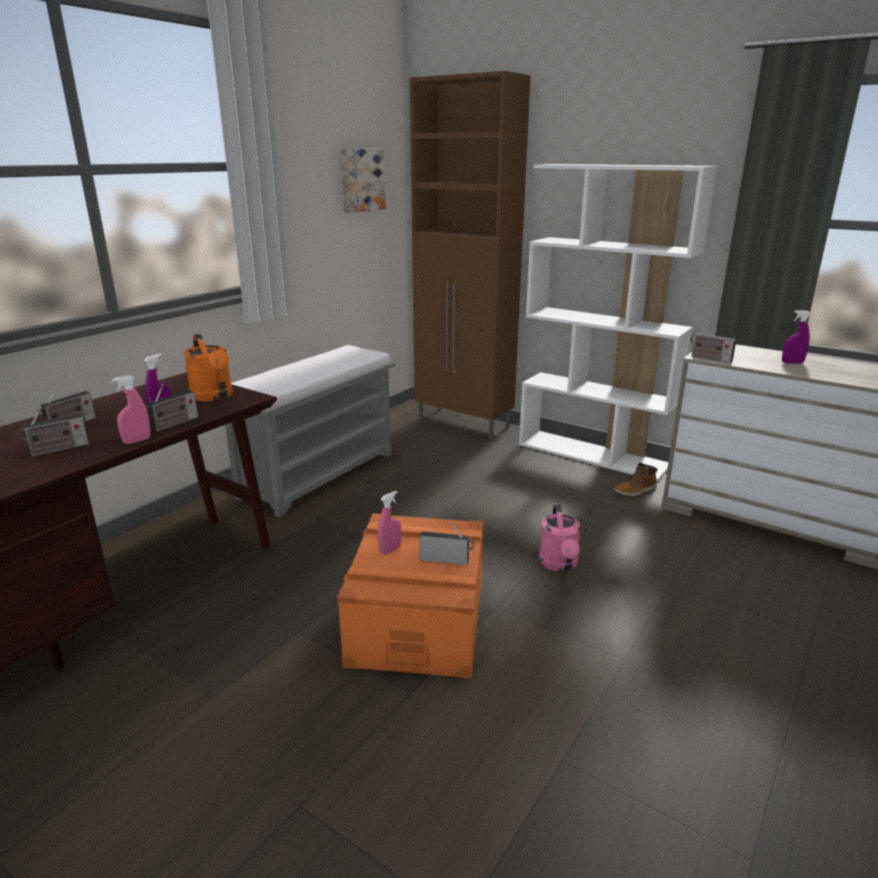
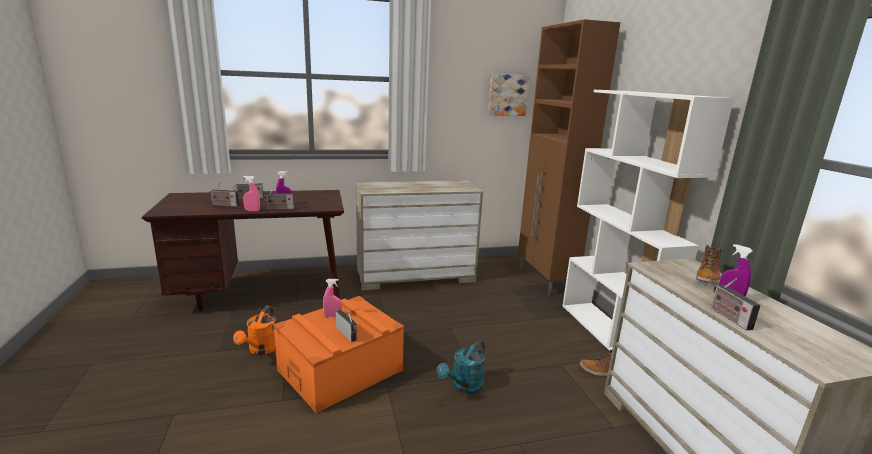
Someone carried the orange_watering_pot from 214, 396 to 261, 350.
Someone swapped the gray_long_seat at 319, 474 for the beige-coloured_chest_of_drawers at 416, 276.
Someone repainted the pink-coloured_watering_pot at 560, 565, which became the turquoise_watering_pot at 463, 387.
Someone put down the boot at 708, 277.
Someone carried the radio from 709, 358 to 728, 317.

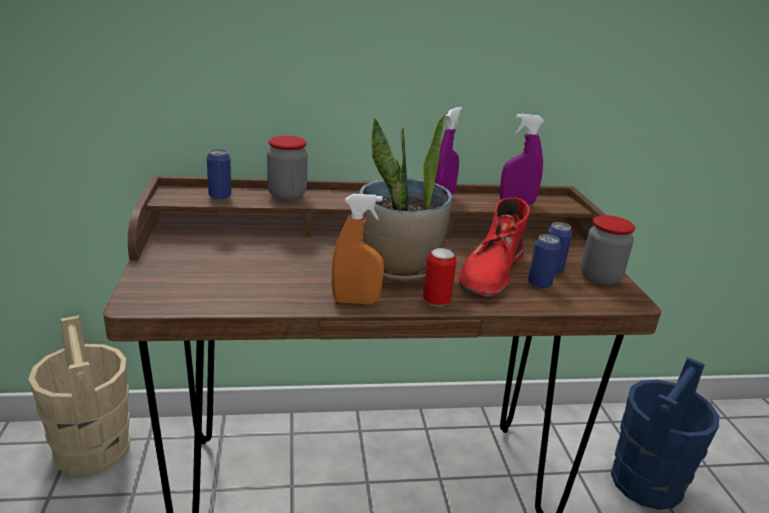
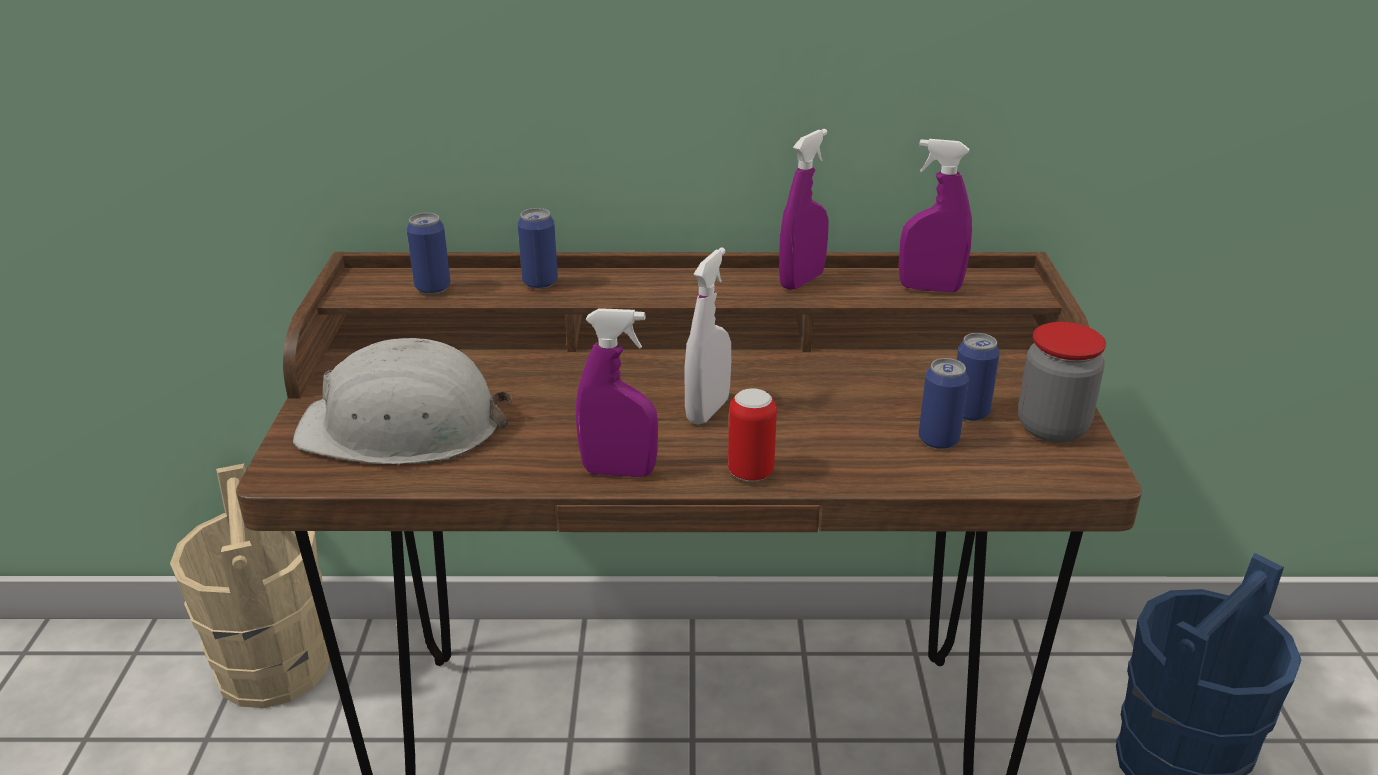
Someone put down the white-coloured_work_helmet at 403, 428.
Someone swapped the preserve_jar at 287, 195 for the sealed_can at 540, 282.
Someone repainted the orange_sprayer at 355, 301, which became the purple_sprayer at 619, 472.
Someone swapped the houseplant at 400, 268 for the white-coloured_sprayer at 707, 410.
Someone took away the red-coloured_boot at 491, 271.

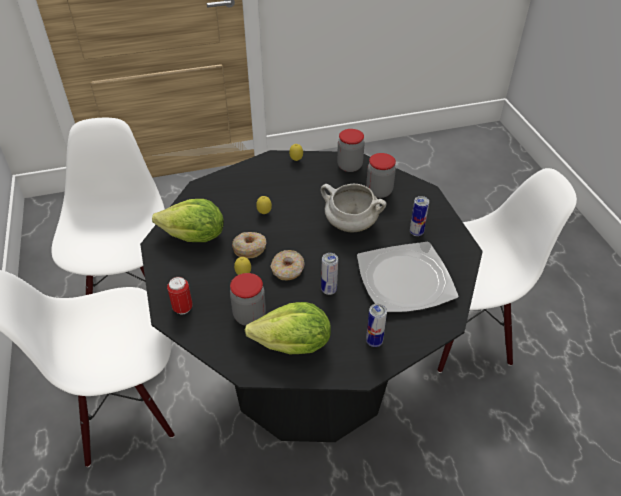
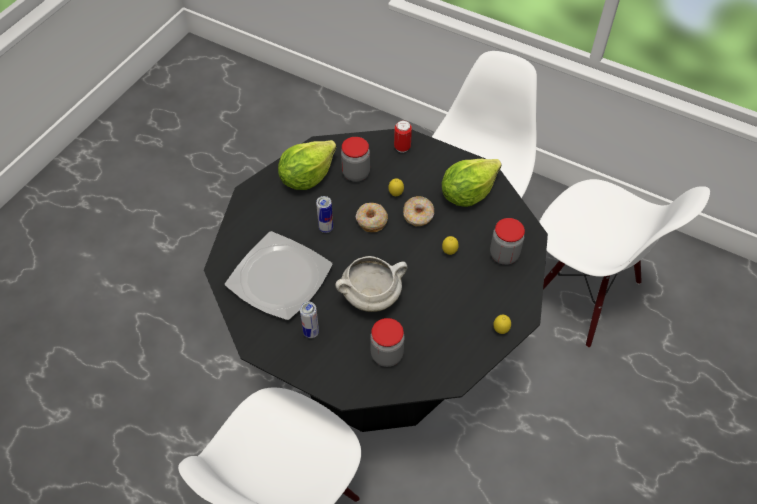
Someone carried the preserve_jar from 349, 166 to 504, 255.
Someone took away the sealed_can at 374, 341.

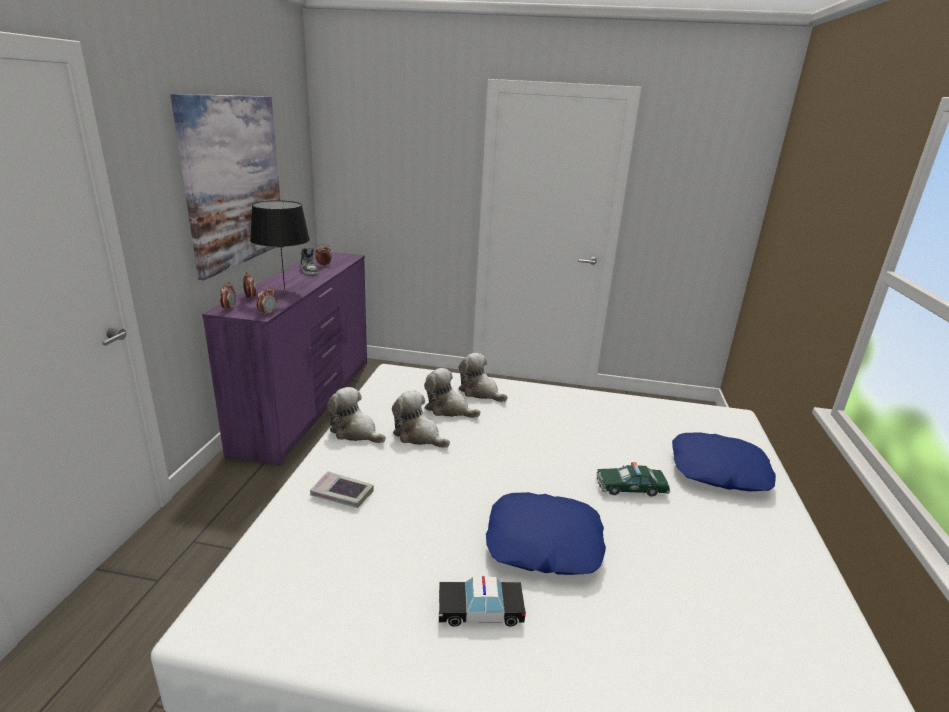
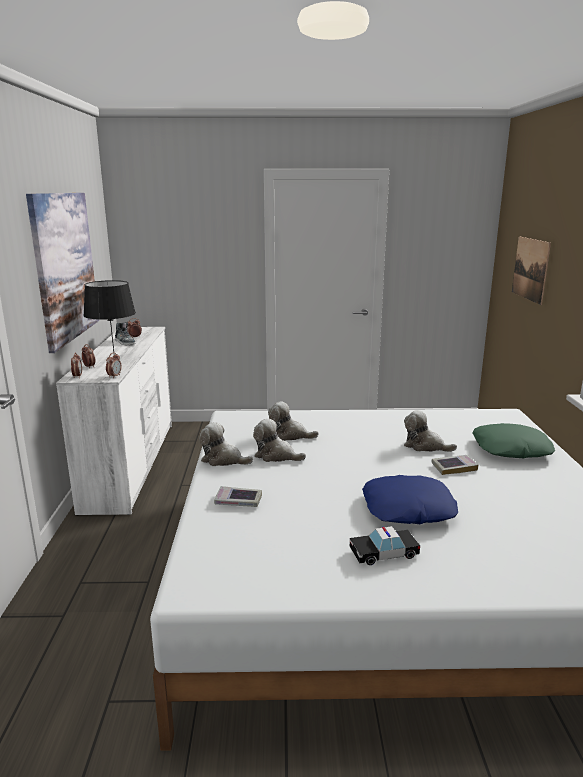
Someone repainted the purple_chest_of_drawers at 308, 403, which became the white-coloured_chest_of_drawers at 132, 464.
Someone carried the plush_toy from 480, 392 to 425, 446.
Someone swapped the miniature_car at 631, 488 for the book at 454, 467.
Someone repainted the blue-coloured_cushion at 718, 471, which became the green-coloured_cushion at 511, 449.
Someone put up the picture at 530, 269.

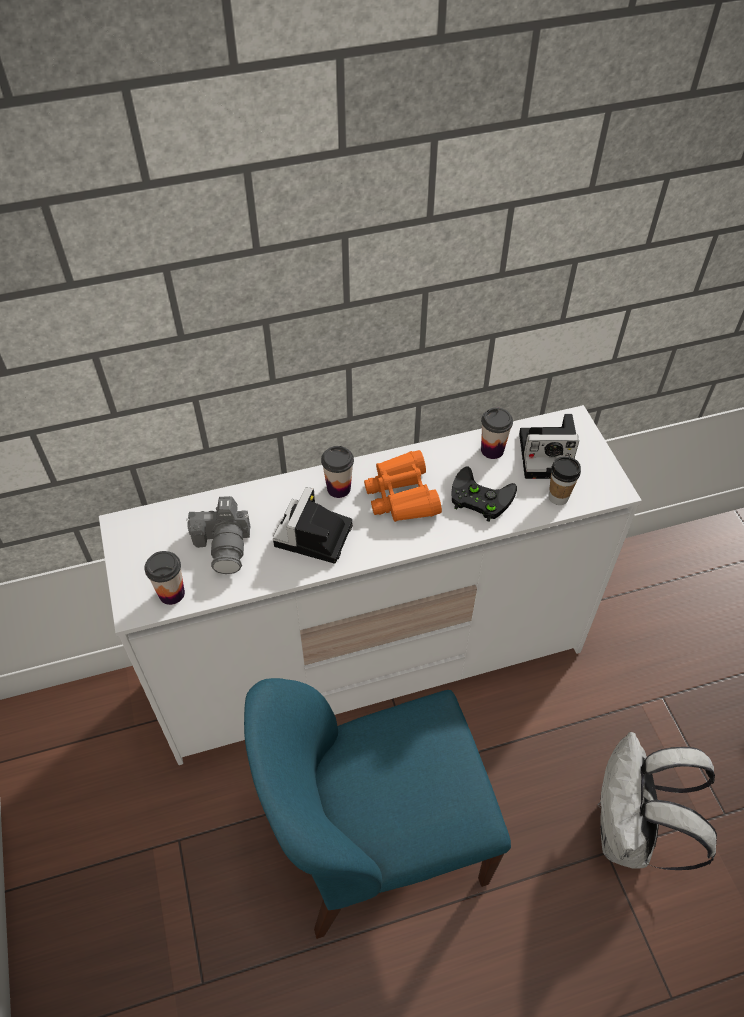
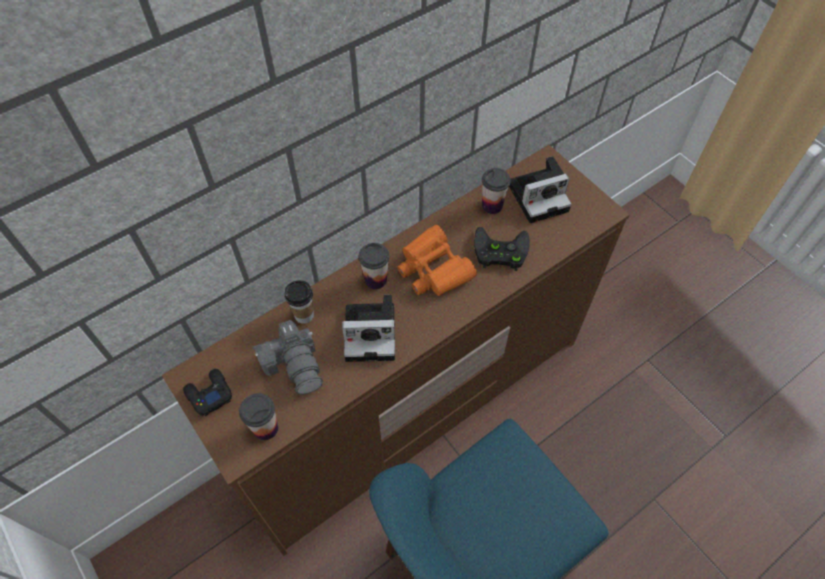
Someone repainted the white-coloured_chest_of_drawers at 373, 660, which became the brownish_chest_of_drawers at 413, 406.
Someone put down the black_joypad at 209, 394.
Someone carried the cup from 558, 497 to 304, 315.
Someone rotated the photo_camera at 313, 537 by 90 degrees counterclockwise.
Someone took away the white-coloured_backpack at 629, 833.

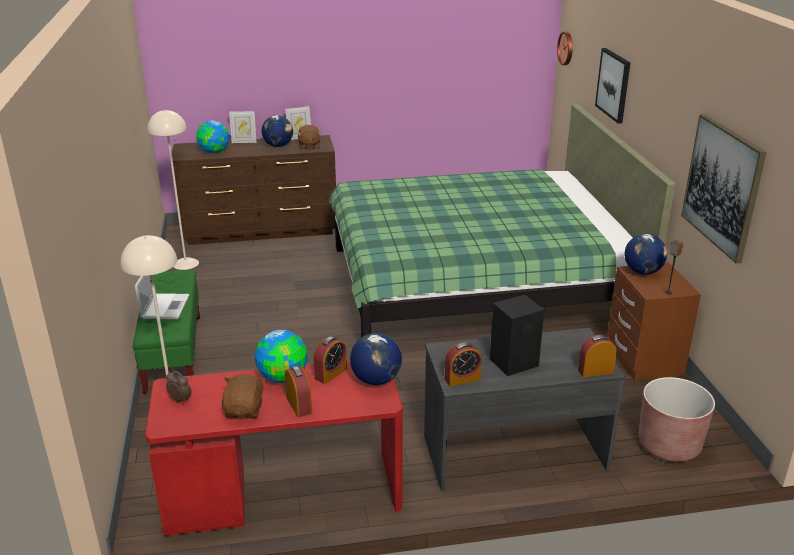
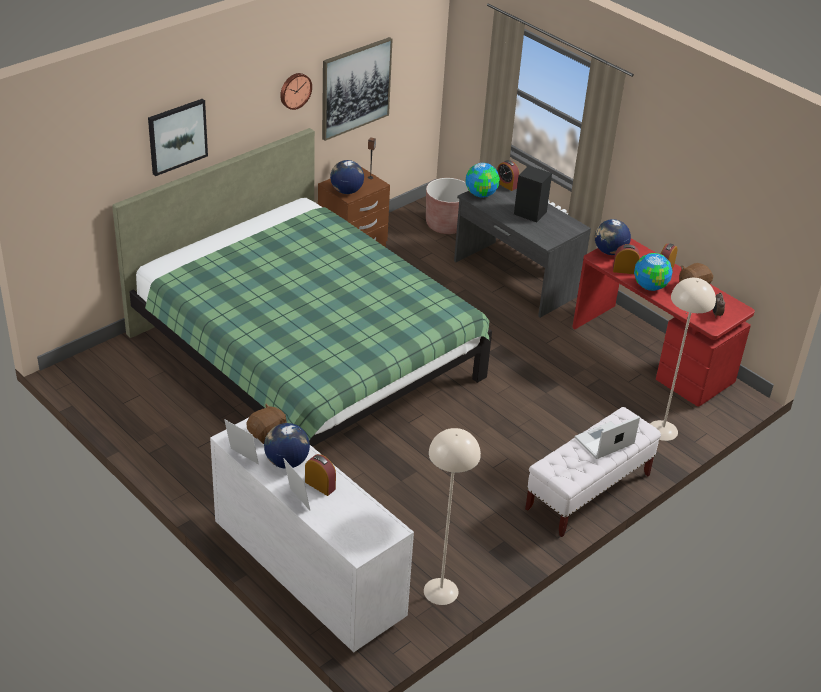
Someone repainted the brownish_chest_of_drawers at 261, 231, which became the white-coloured_chest_of_drawers at 308, 572.
Someone carried the clock_on_the_wall from 566, 48 to 294, 90.
Someone carried the table_clock from 462, 379 to 320, 485.
Someone carried the world_globe from 214, 152 to 481, 194.
Someone repainted the green-coloured_long_seat at 173, 353, which became the white-coloured_long_seat at 588, 492.

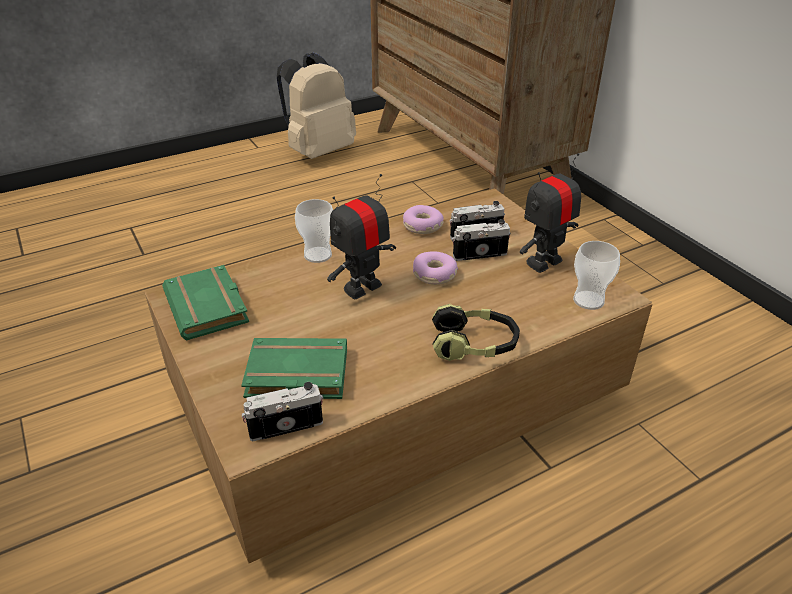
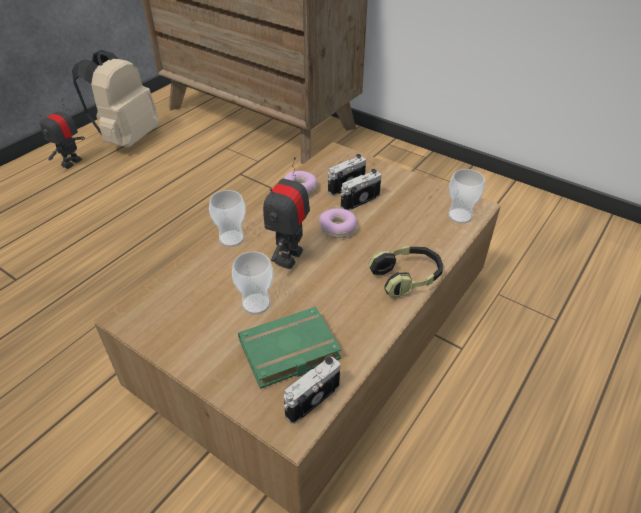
Someone carried the model_robot from 544, 262 to 71, 162.
Someone put down the cup at 256, 304.
Someone took away the green-coloured_book at 210, 308.

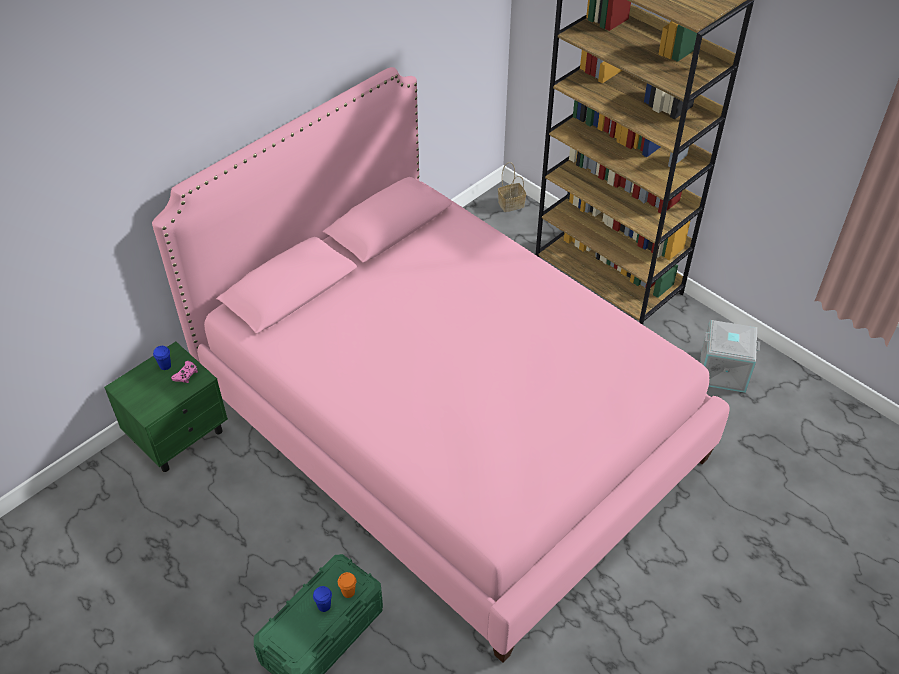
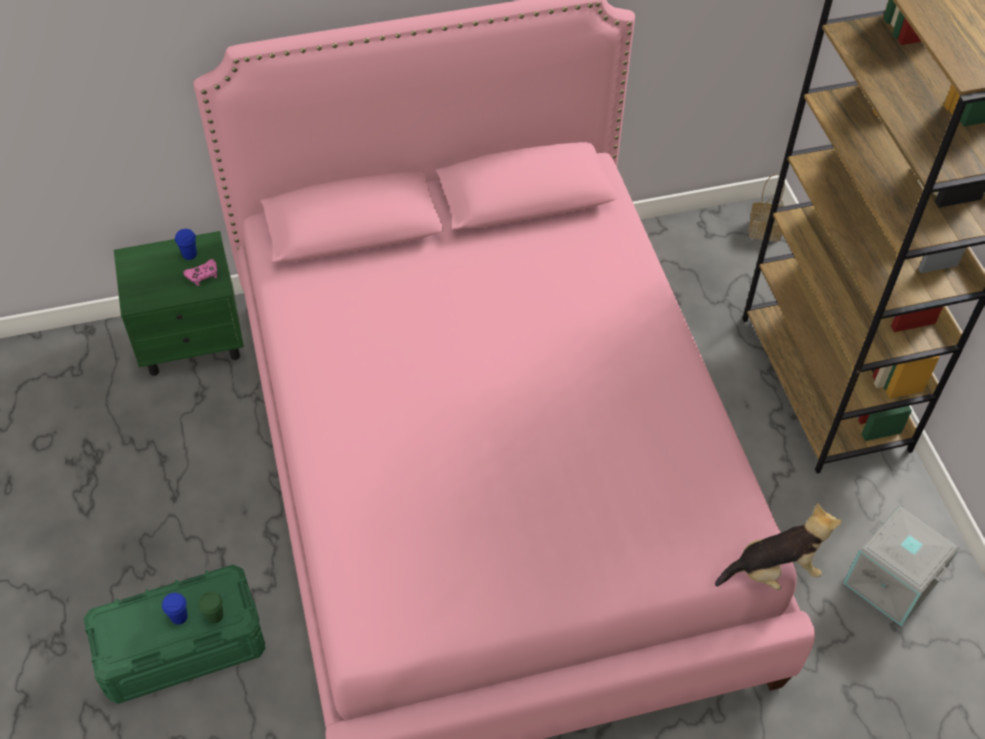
Someone repainted the orange_cup at 348, 592, which became the green-coloured_cup at 215, 616.
Someone put down the plush_toy at 774, 570.

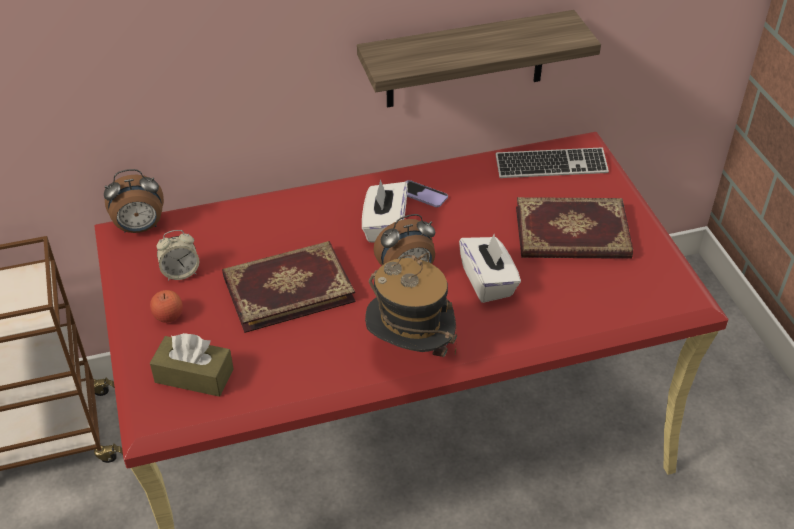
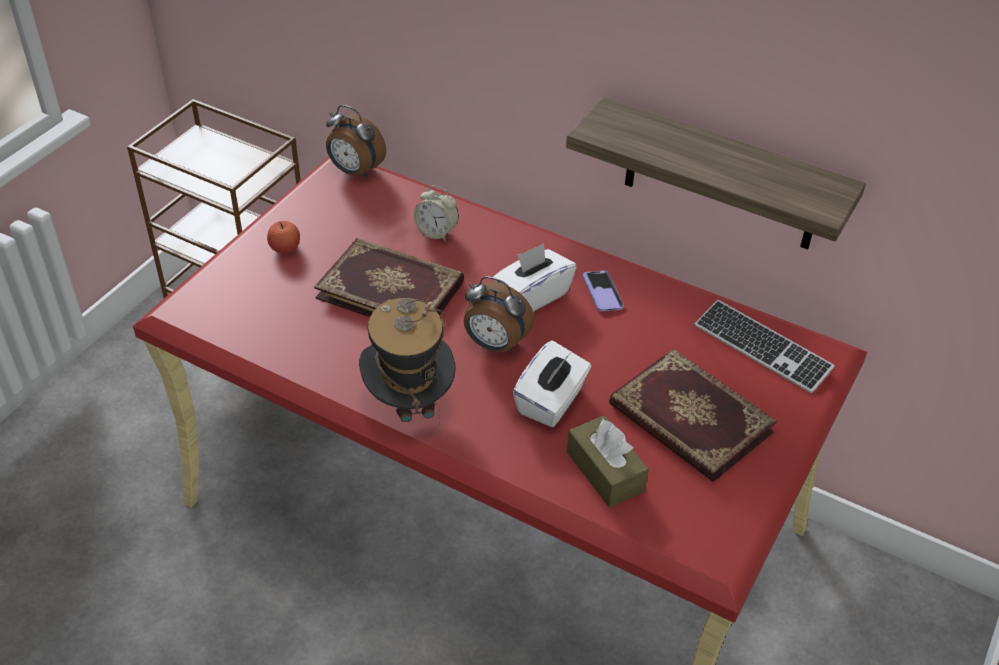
Someone carried the table_clock from 180, 272 to 436, 232.
Someone carried the brownish_tissue_holder from 194, 375 to 605, 471.

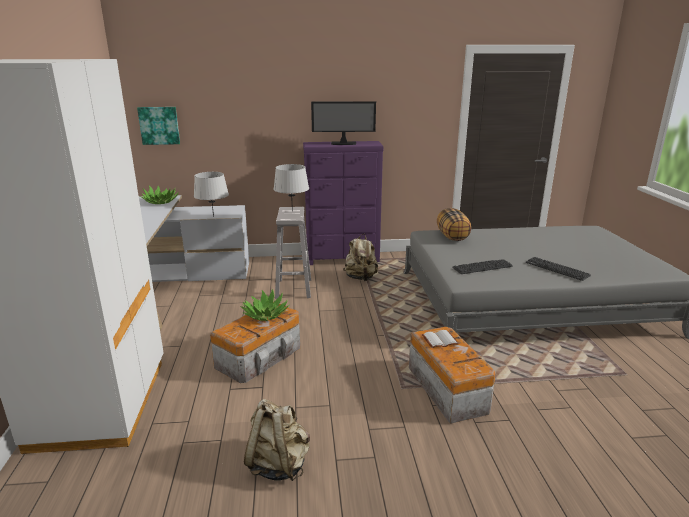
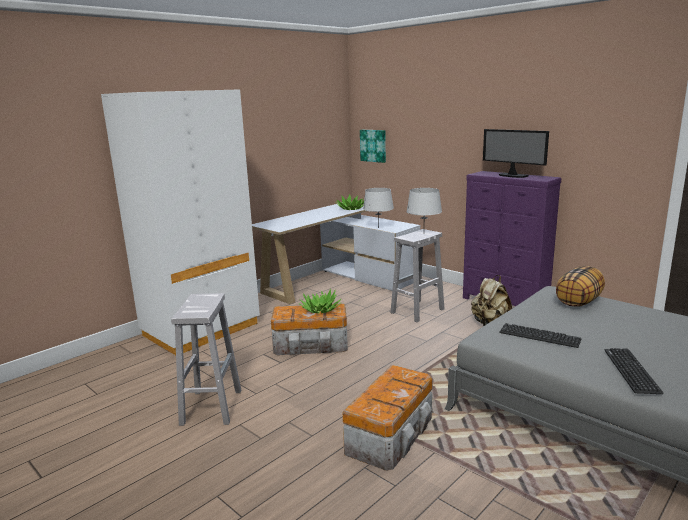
Someone swapped the beige-coloured_backpack at 278, 464 for the white-coloured_sitting_stool at 211, 406.
Someone took away the white-coloured_book at 440, 340.

